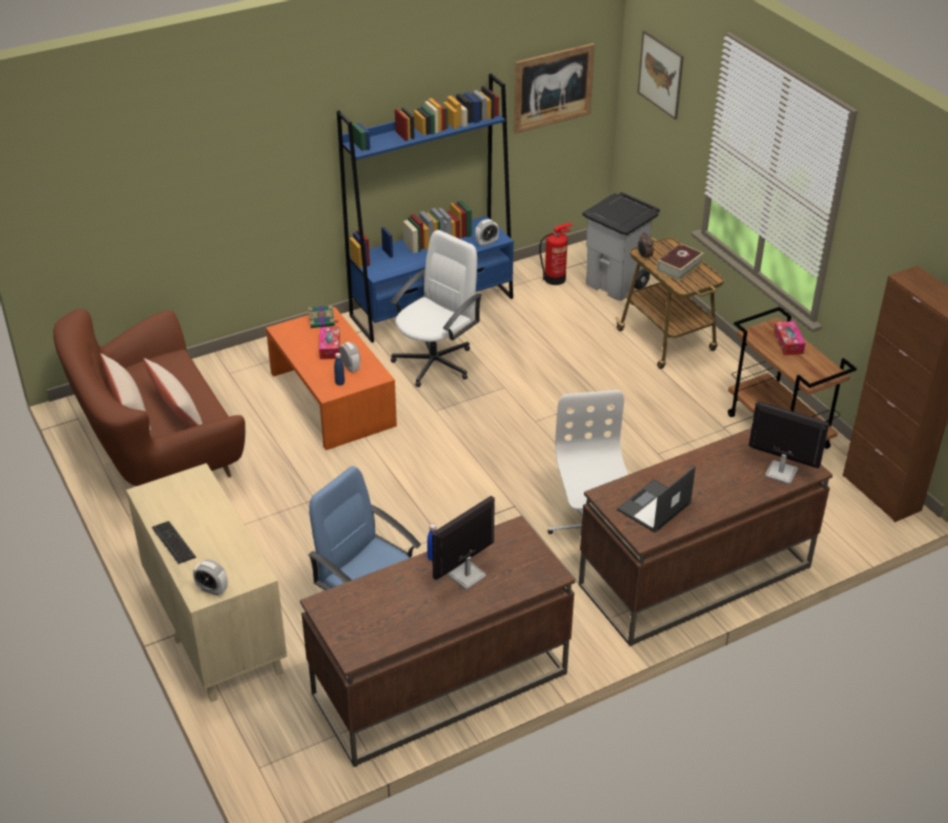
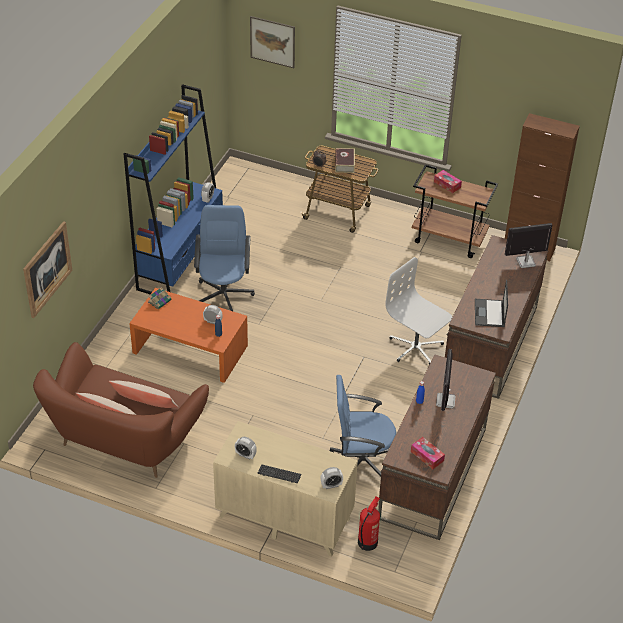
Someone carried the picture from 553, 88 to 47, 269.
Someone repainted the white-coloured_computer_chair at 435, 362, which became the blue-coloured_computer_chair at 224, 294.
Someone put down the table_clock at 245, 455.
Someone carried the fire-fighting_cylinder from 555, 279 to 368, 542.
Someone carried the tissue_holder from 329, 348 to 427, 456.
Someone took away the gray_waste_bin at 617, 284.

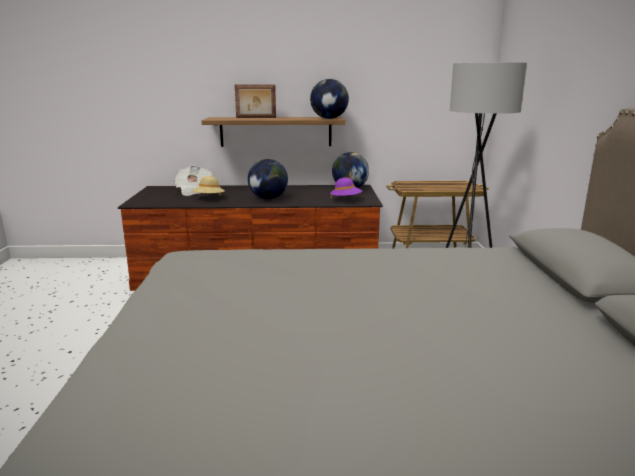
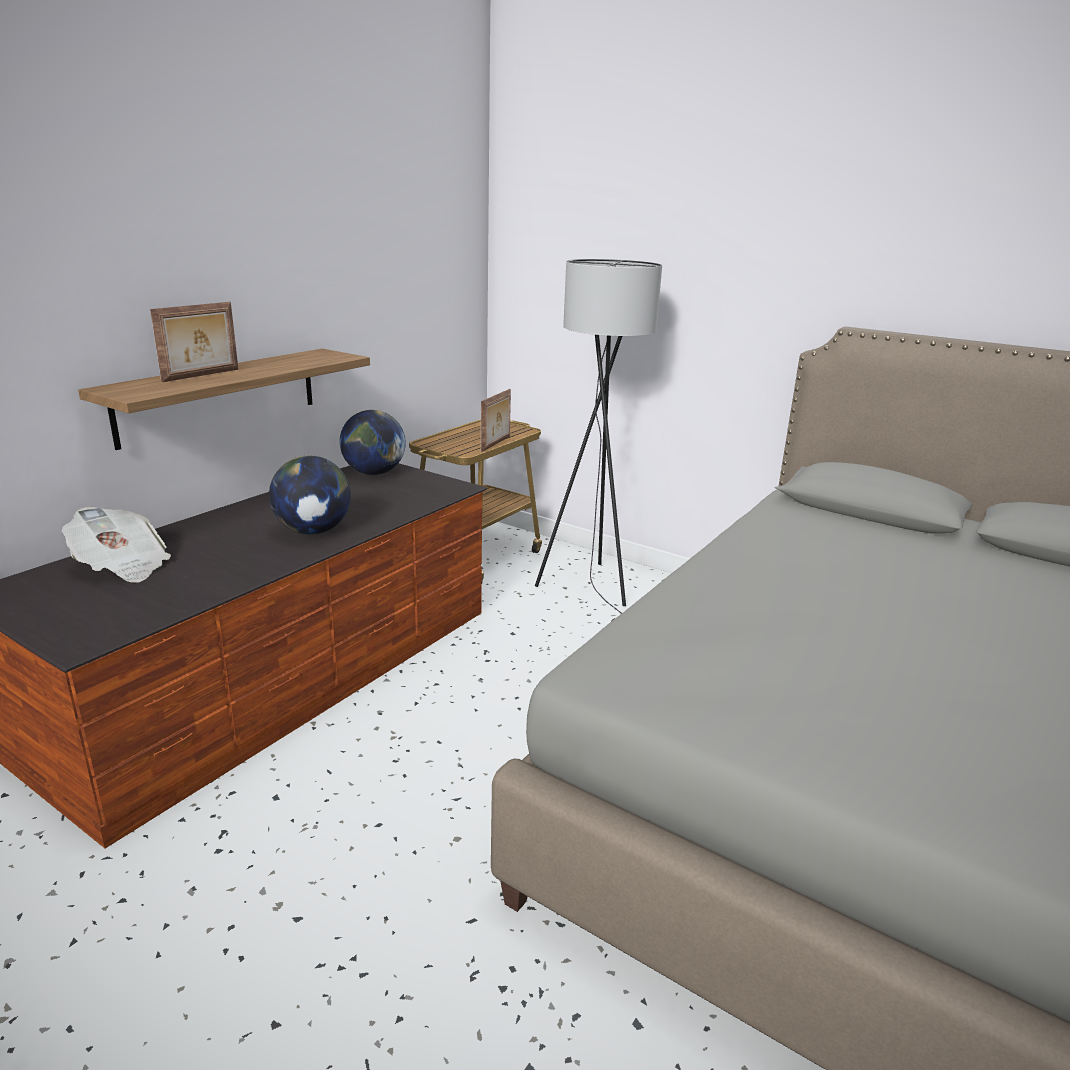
Someone put down the standing_frame at 496, 444.
Someone took away the beige-coloured_hat at 209, 198.
Someone took away the world_globe at 329, 118.
Someone took away the purple_hat at 346, 200.

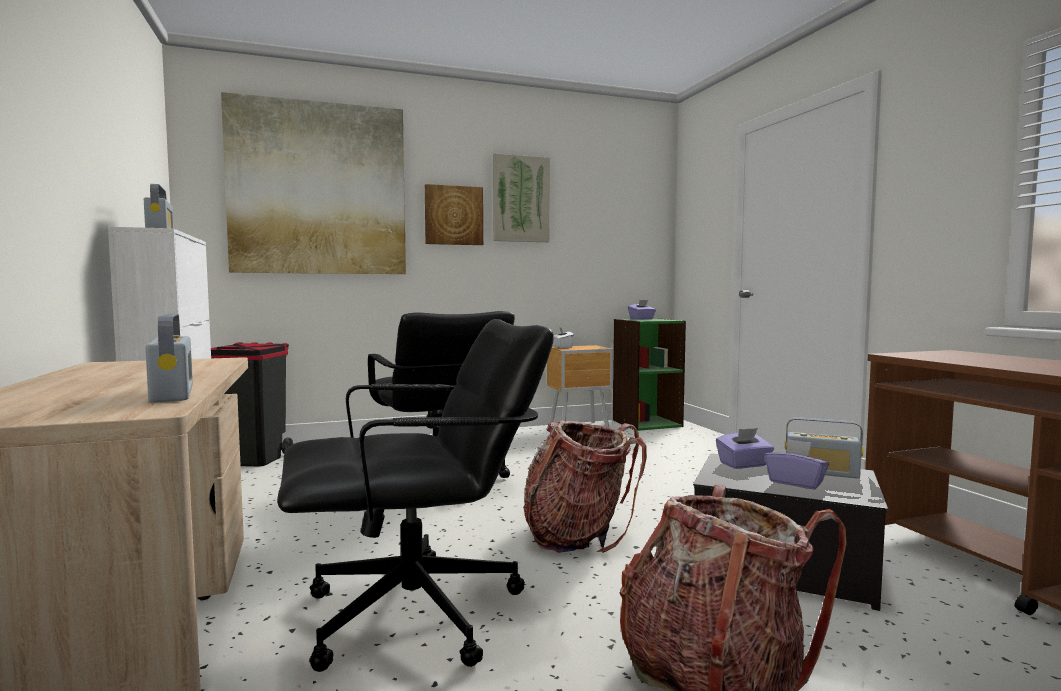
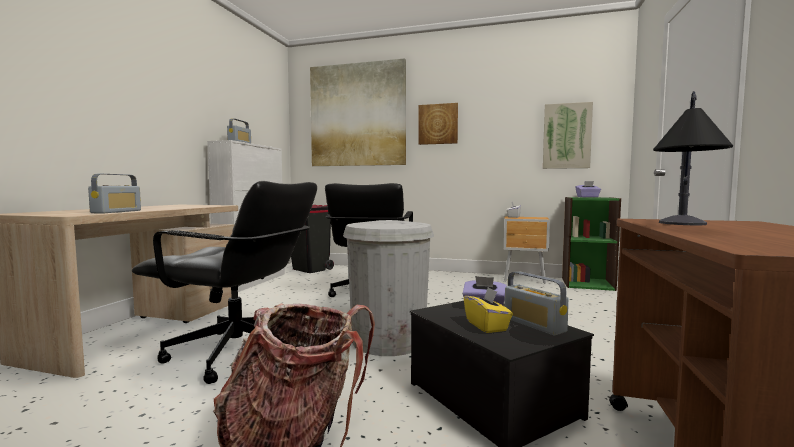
Someone swapped the backpack at 578, 536 for the white-coloured_waste_bin at 389, 341.
Someone repainted the purple_tissue_holder at 795, 482, which became the yellow_tissue_holder at 487, 326.
Someone carried the picture from 520, 199 to 566, 136.
Someone put down the table_lamp at 684, 226.

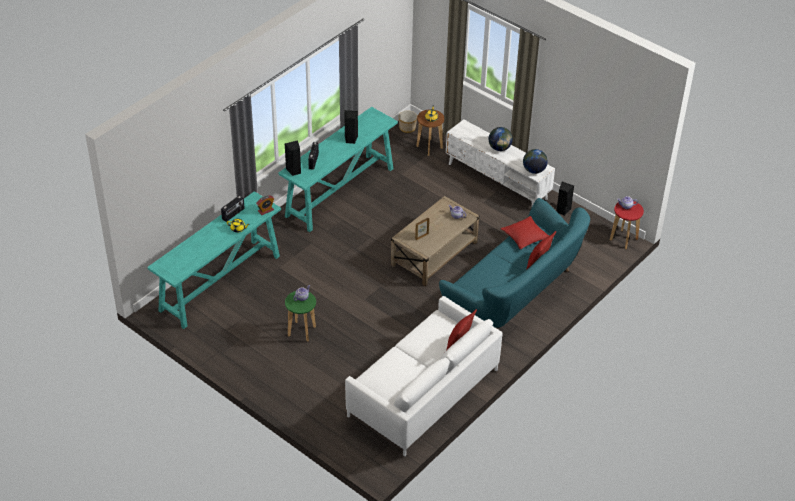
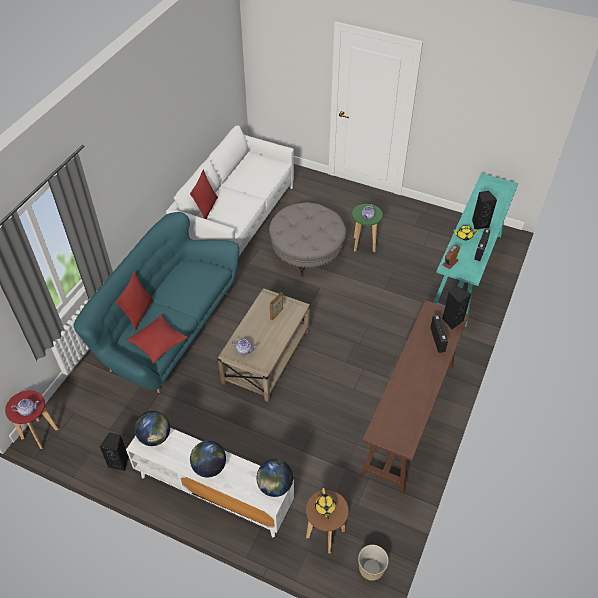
Someone put down the world_globe at 275, 486.
Someone put down the gray_pouffe at 307, 251.
Someone repainted the turquoise_narrow_table at 340, 192, which became the brownish_narrow_table at 409, 418.
Someone carried the black_speaker from 350, 139 to 479, 224.

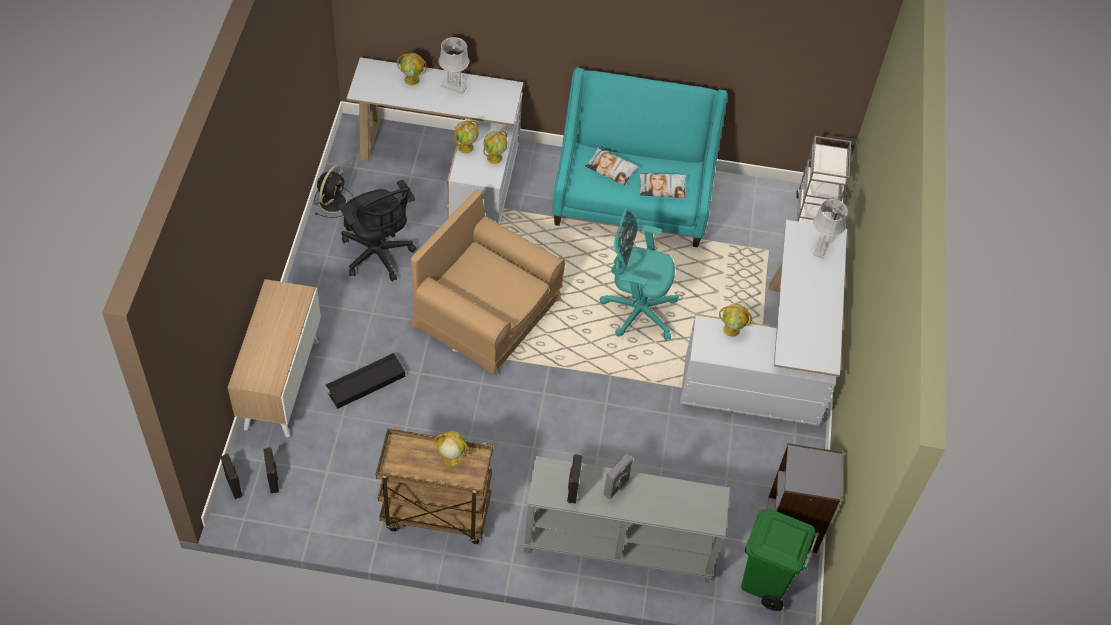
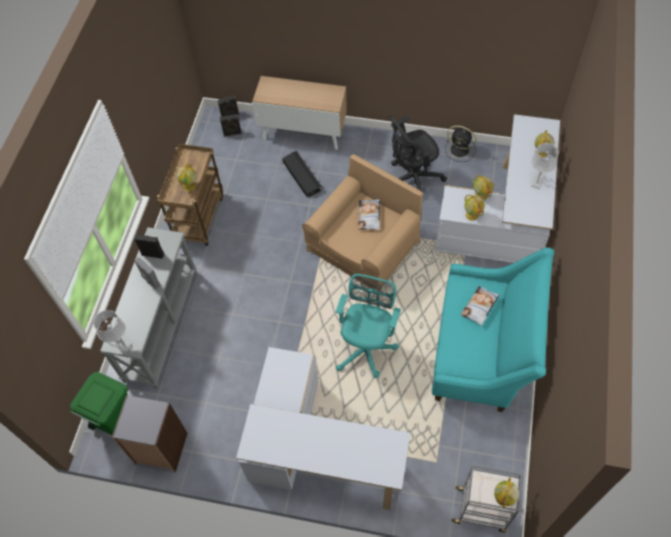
Someone carried the gray_table_lamp from 821, 247 to 119, 343.
Someone carried the cushion from 662, 187 to 369, 216.
Someone carried the world_globe from 732, 329 to 503, 499.

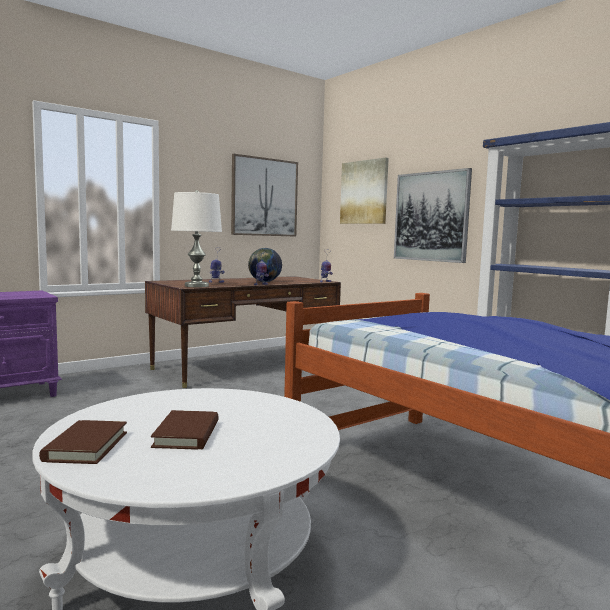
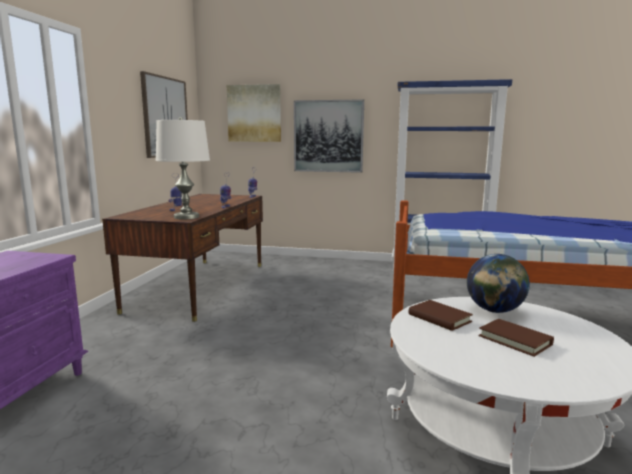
Someone carried the brownish_book from 86, 446 to 439, 318.
Someone carried the world_globe from 264, 282 to 494, 311.

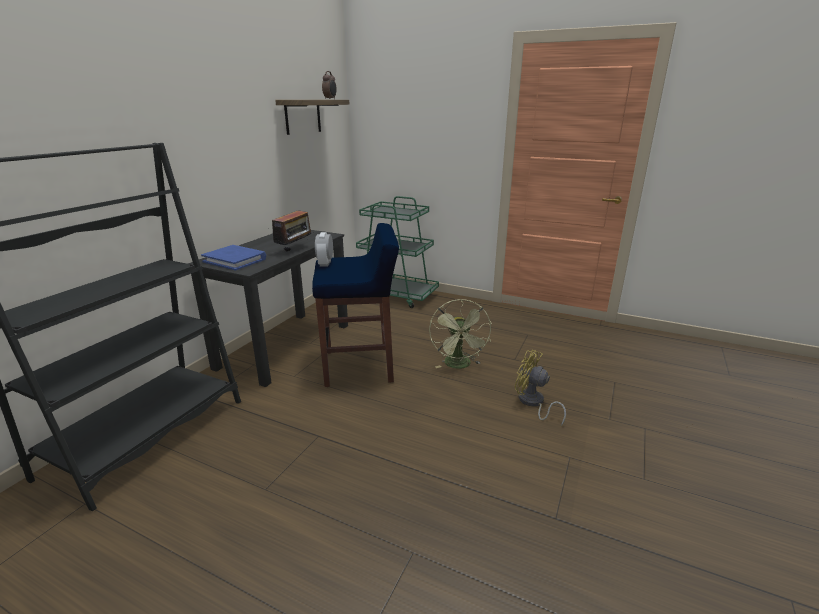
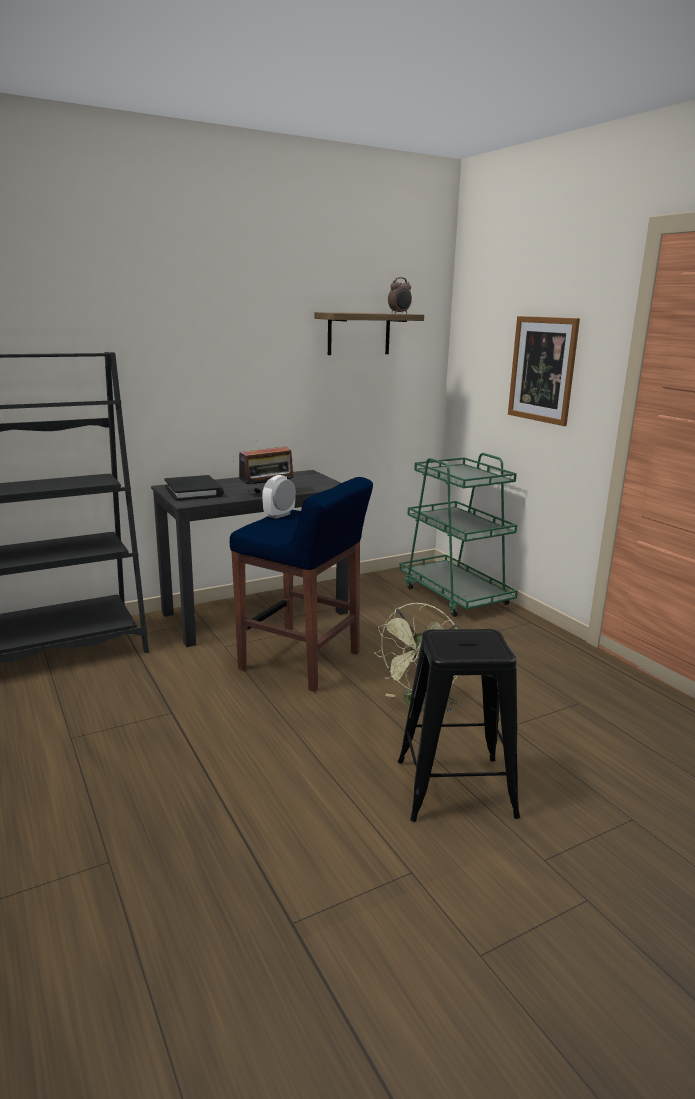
Someone repainted the blue-coloured_book at 235, 260, which became the black_book at 194, 491.
Someone swapped the yellow_electric_fan at 533, 403 for the black_sitting_stool at 455, 788.
Someone put up the picture at 542, 369.

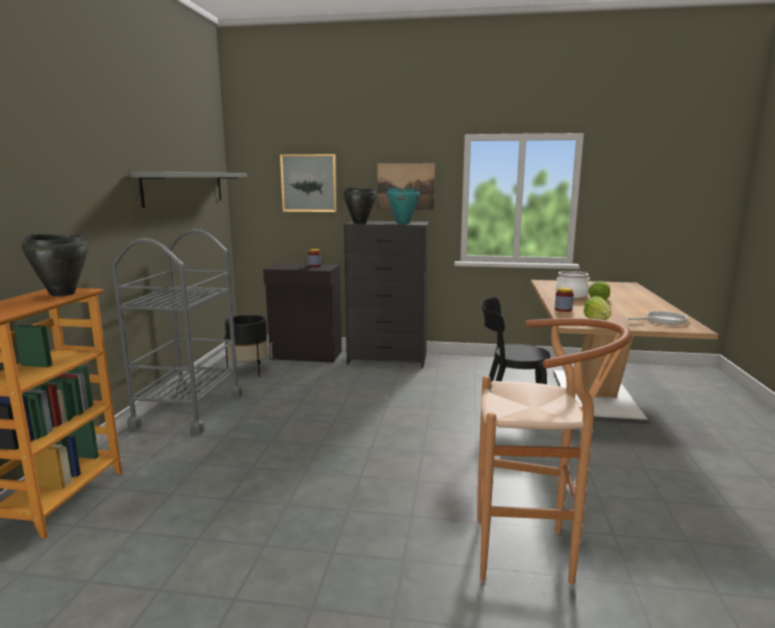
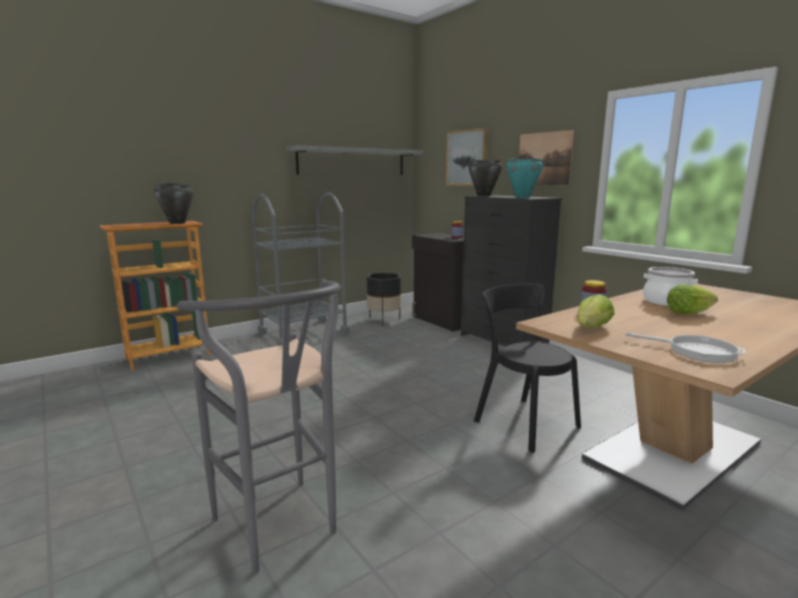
Someone repainted the brownish_sitting_stool at 534, 553, which became the gray_sitting_stool at 282, 531.

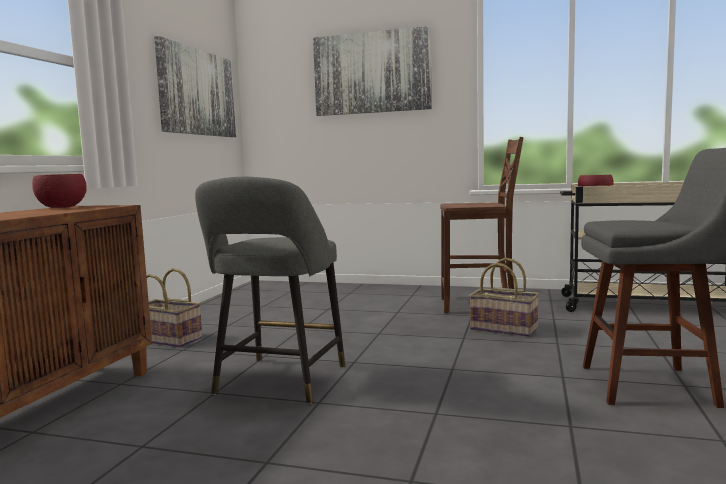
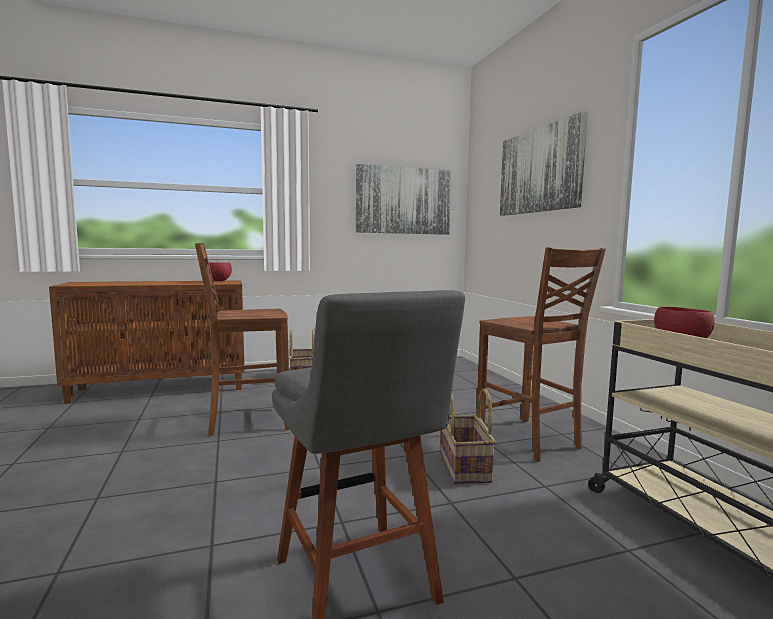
Someone swapped the gray_sitting_stool at 278, 383 for the brownish_chair at 246, 421.

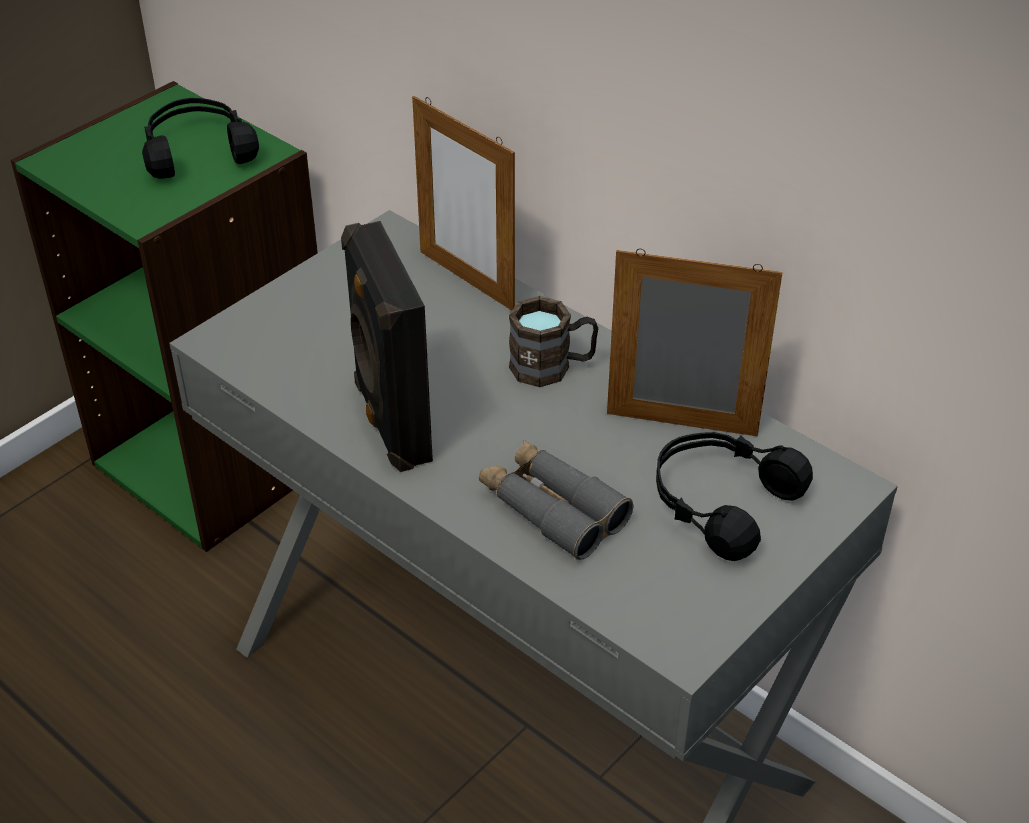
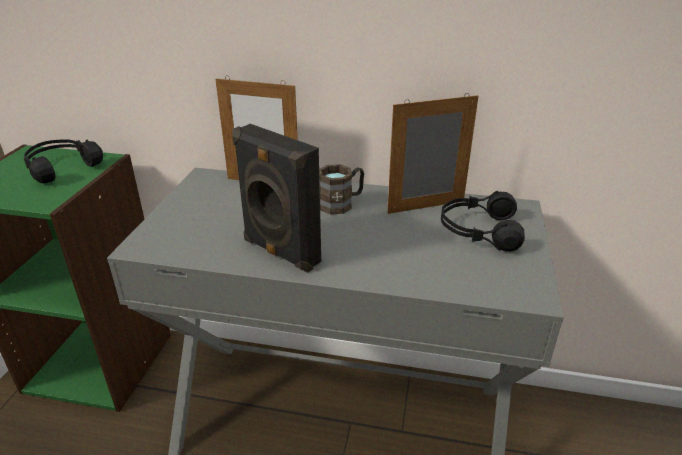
Someone took away the gray_field_glasses at 552, 509.

